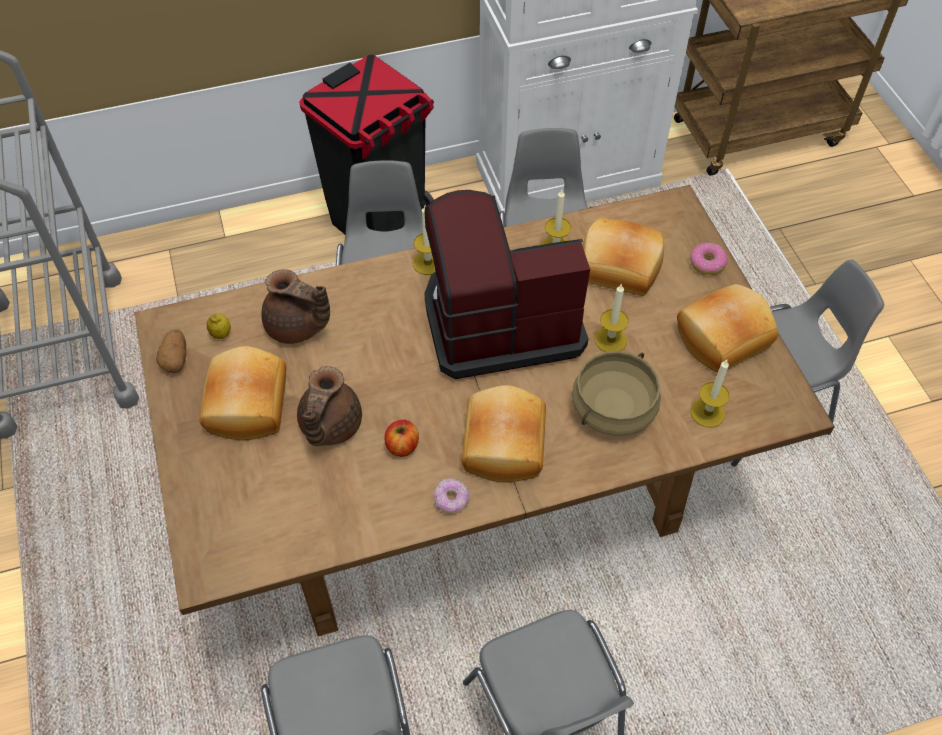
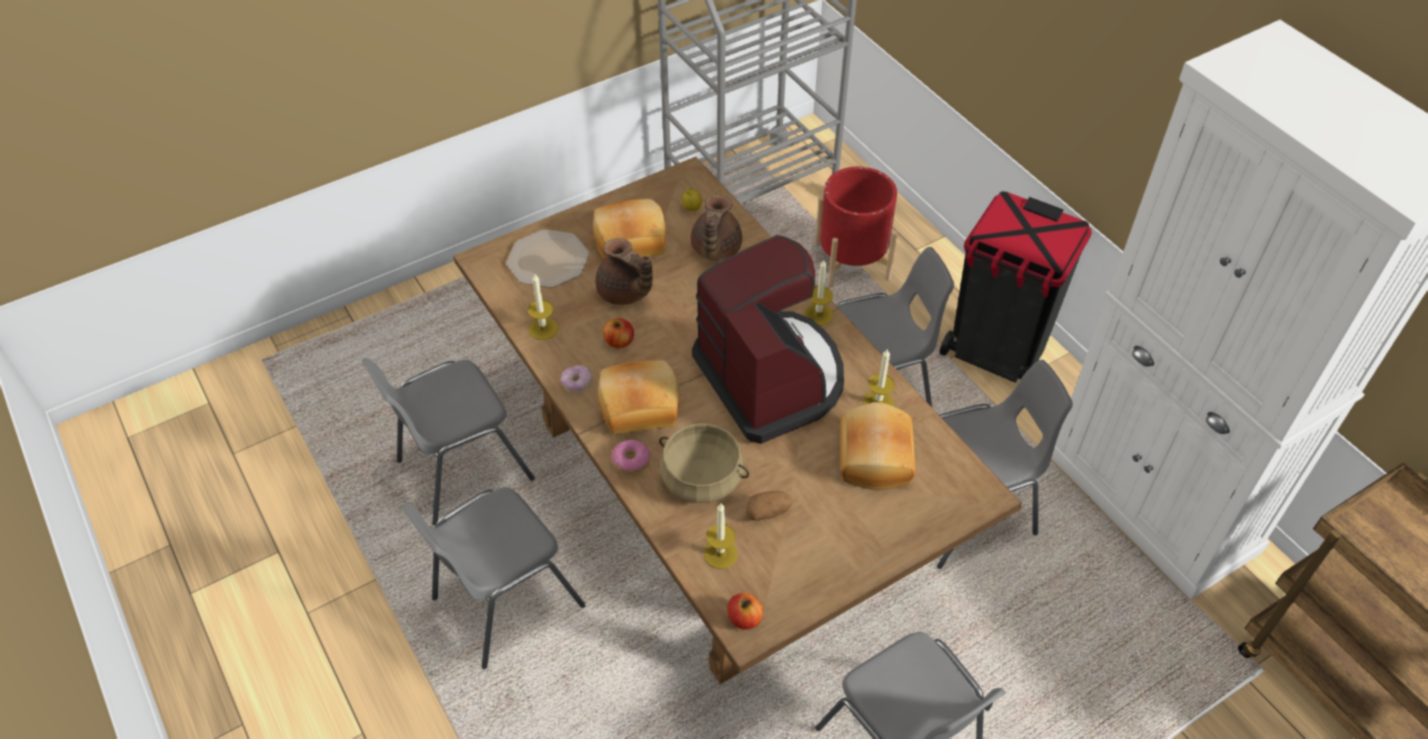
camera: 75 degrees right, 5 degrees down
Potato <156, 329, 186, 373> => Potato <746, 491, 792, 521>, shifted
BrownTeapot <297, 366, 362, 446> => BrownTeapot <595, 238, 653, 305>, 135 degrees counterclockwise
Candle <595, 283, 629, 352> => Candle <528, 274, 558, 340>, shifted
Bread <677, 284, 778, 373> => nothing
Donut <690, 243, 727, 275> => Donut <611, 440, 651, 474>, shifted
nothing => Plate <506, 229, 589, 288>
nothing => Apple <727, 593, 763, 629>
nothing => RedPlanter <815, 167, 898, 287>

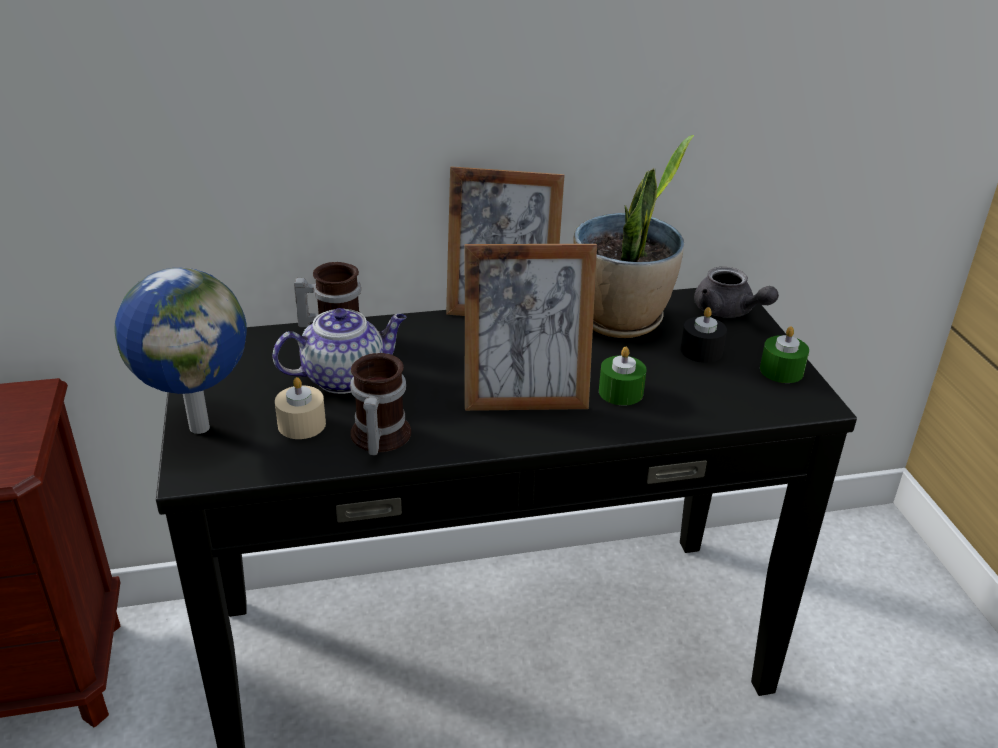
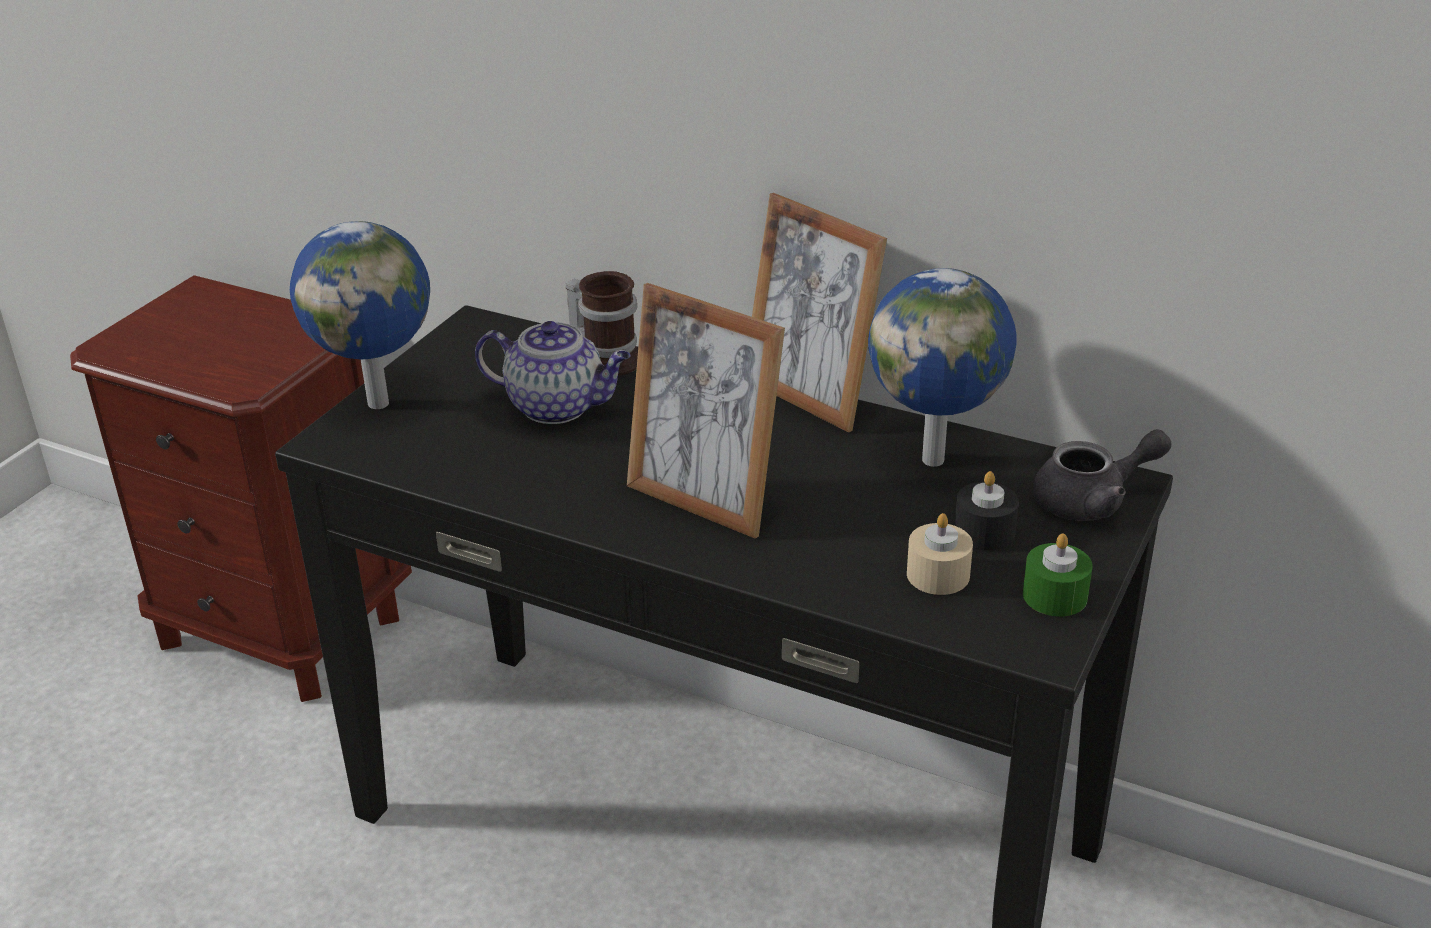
camera: 40 degrees right, 0 degrees up
BeigeCandle <275, 377, 326, 439> => BeigeCandle <907, 513, 973, 595>, shifted
Mug <350, 353, 411, 455> => nothing
PottedPlant <574, 135, 694, 338> => Globe <868, 268, 1017, 467>
GreenCandle <599, 347, 646, 406> => nothing
GreyTeapot <694, 267, 779, 318> => GreyTeapot <1033, 429, 1171, 521>, 105 degrees counterclockwise

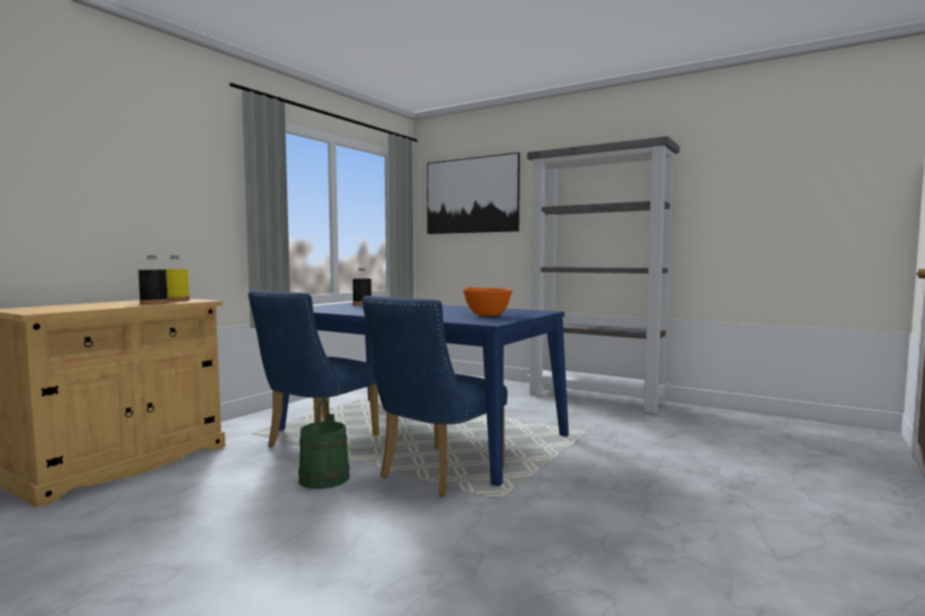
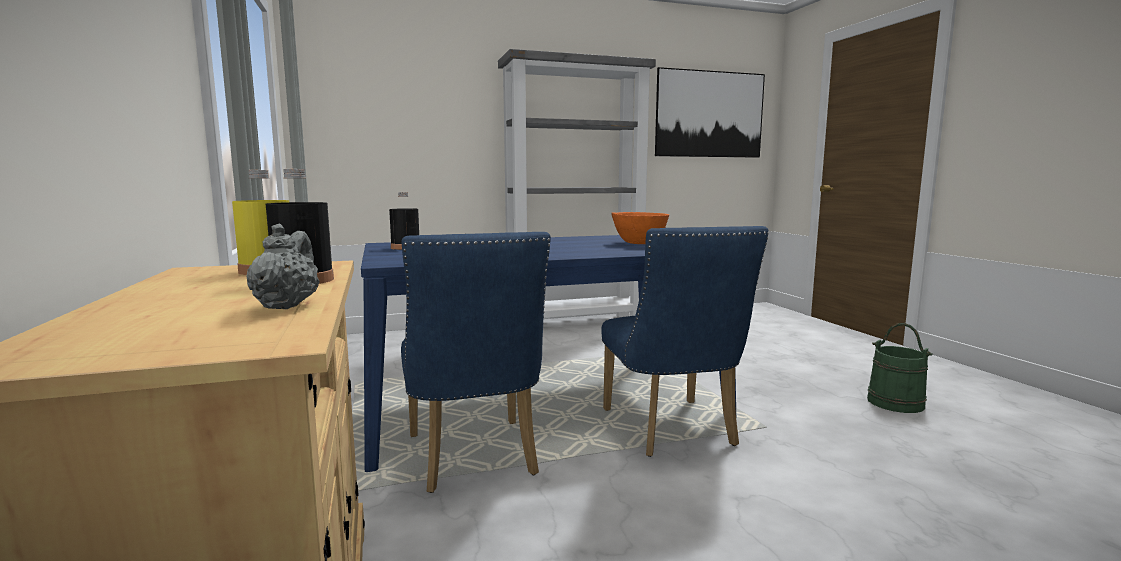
camera: 50 degrees left, 5 degrees up
GreenBucket <298, 399, 350, 489> => GreenBucket <867, 323, 933, 413>, shifted
Picture <427, 152, 520, 234> => Picture <655, 67, 765, 158>, shifted
nothing => GreyTeapot <247, 224, 320, 310>

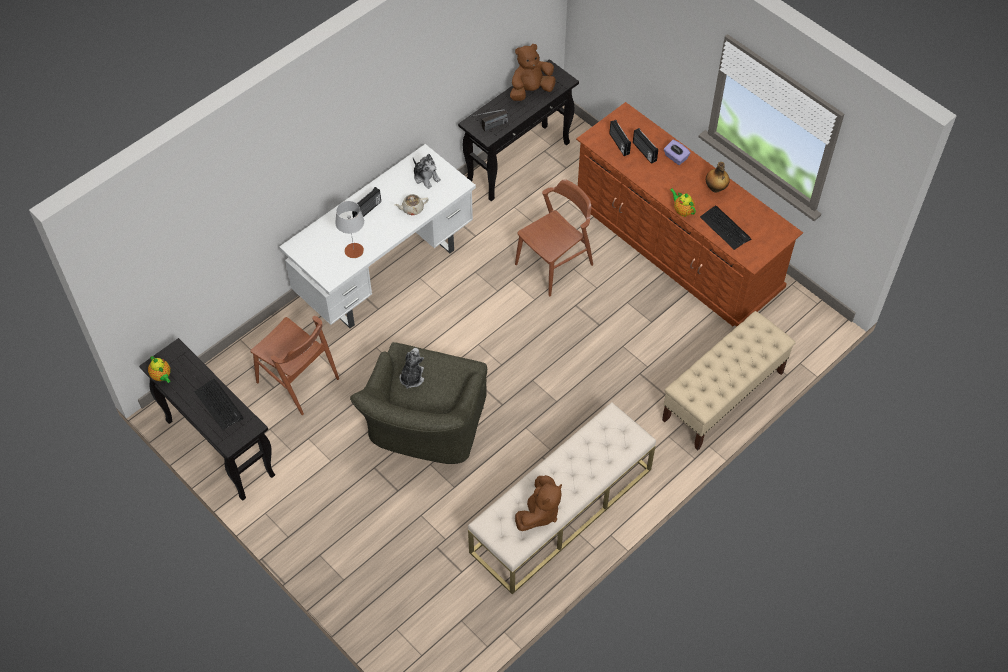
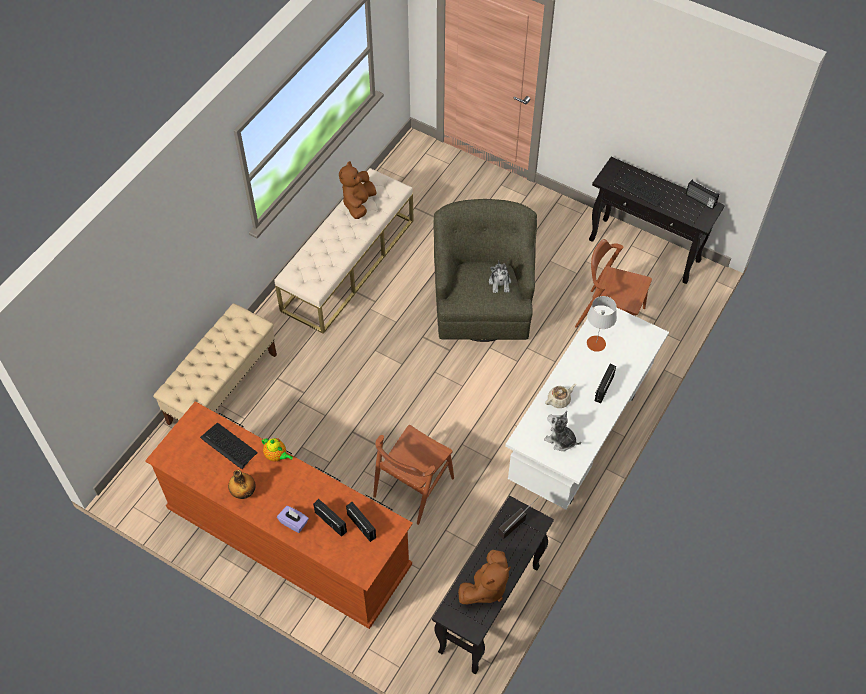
camera: 165 degrees right, 0 degrees up
Teapot <148, 356, 171, 383> => Radio <686, 179, 719, 209>

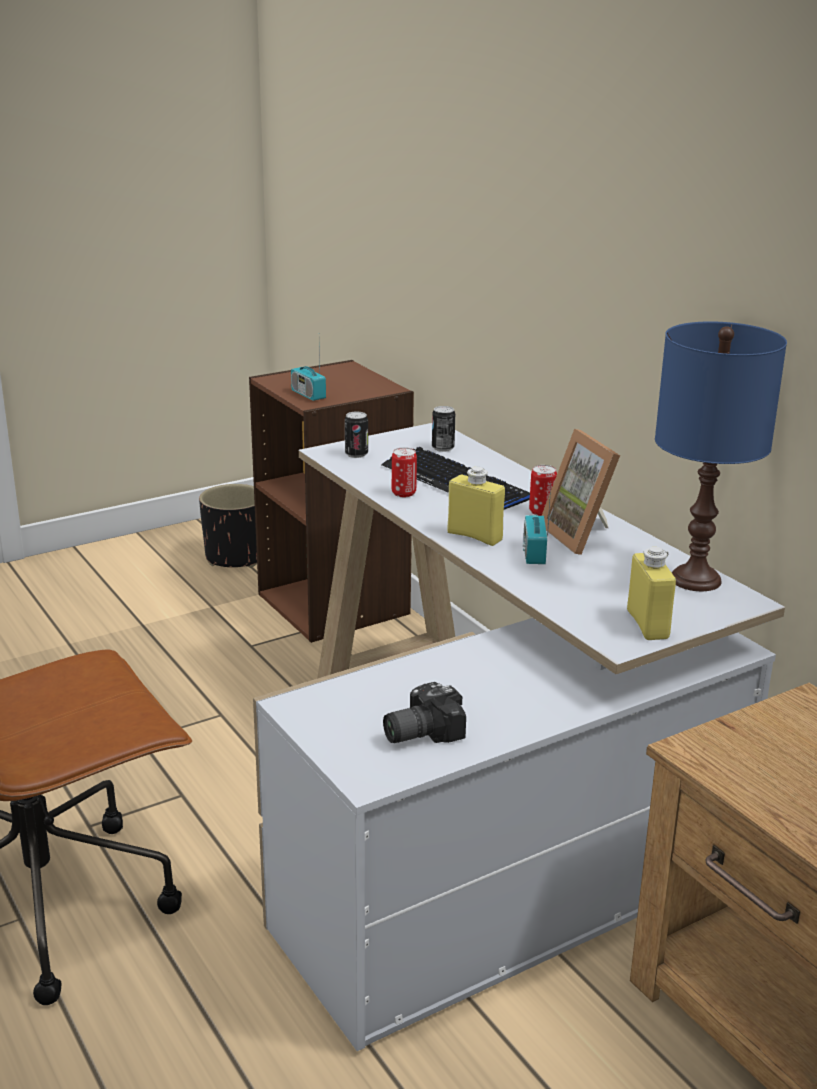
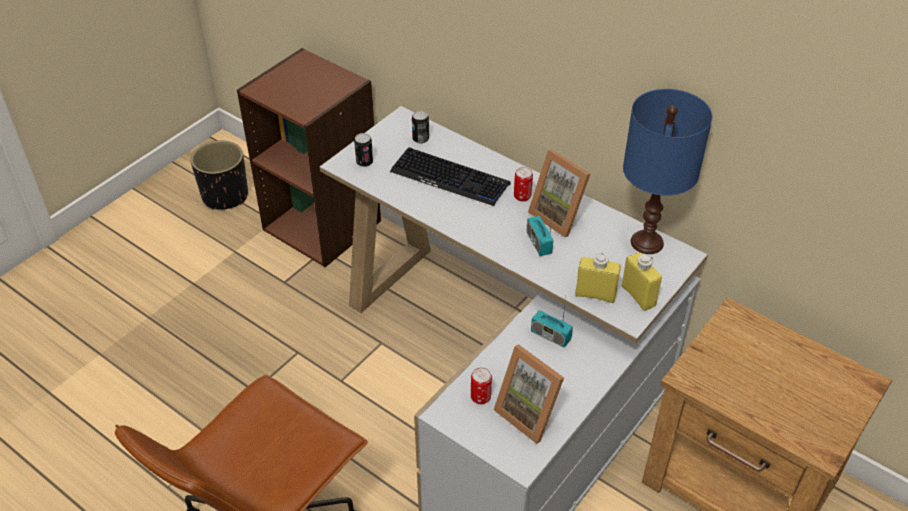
camera: 20 degrees left, 20 degrees up
Radio <291, 350, 326, 401> => Radio <531, 298, 573, 348>, shifted
PhotoCamera <383, 682, 466, 743> => PictureFrame <494, 344, 564, 444>
Can <392, 447, 417, 497> => Can <471, 367, 492, 404>, shifted
YellowBottle <448, 467, 505, 546> => YellowBottle <575, 253, 621, 303>, shifted

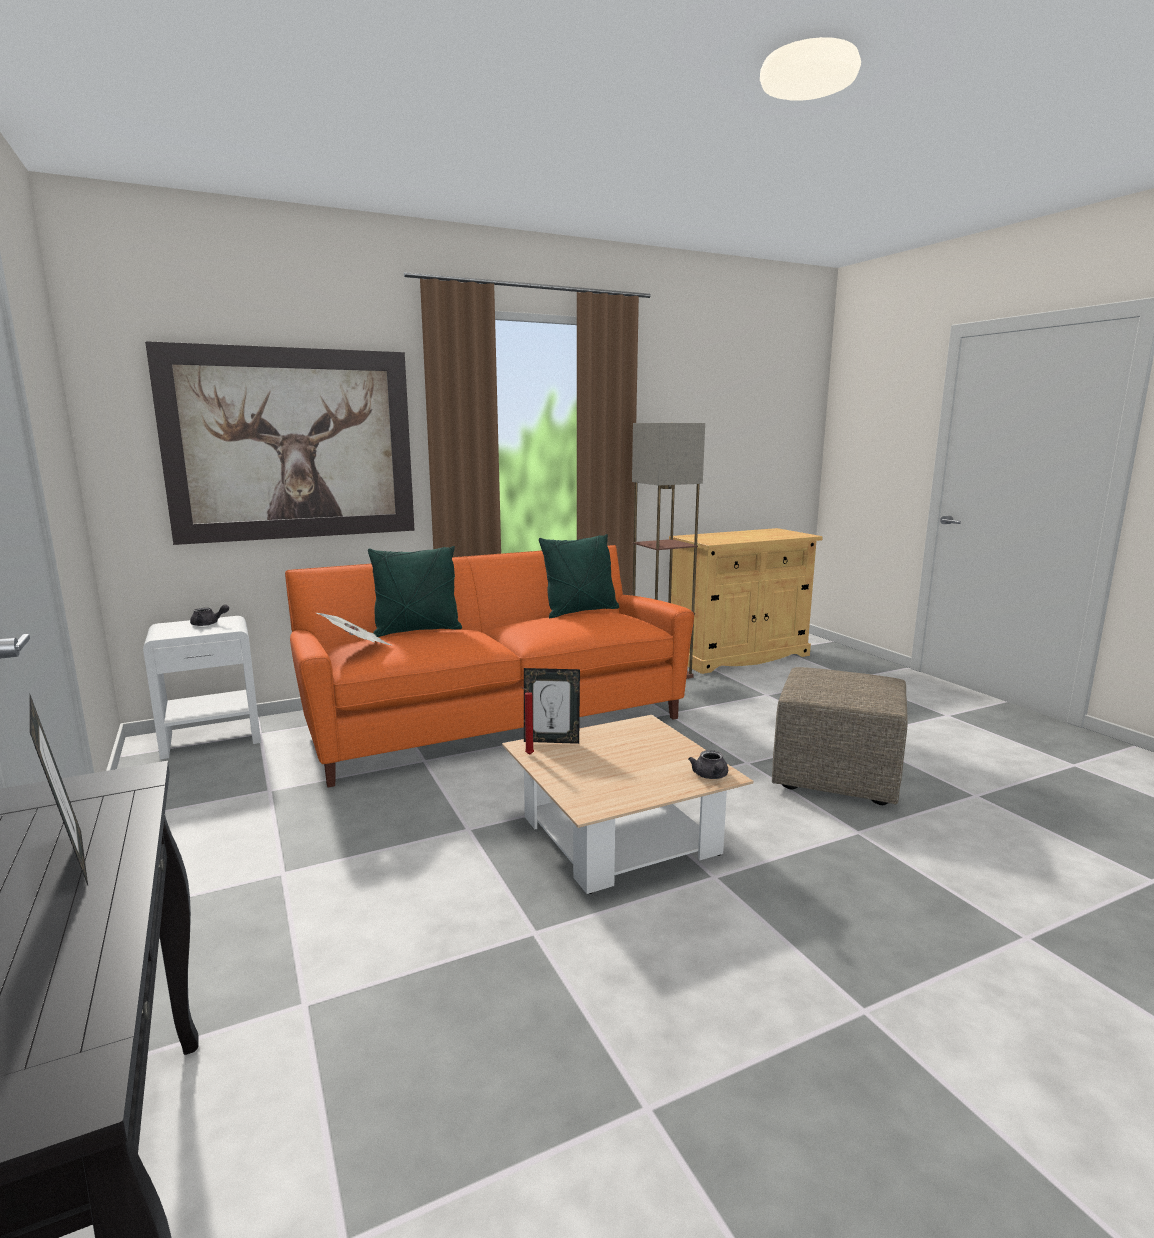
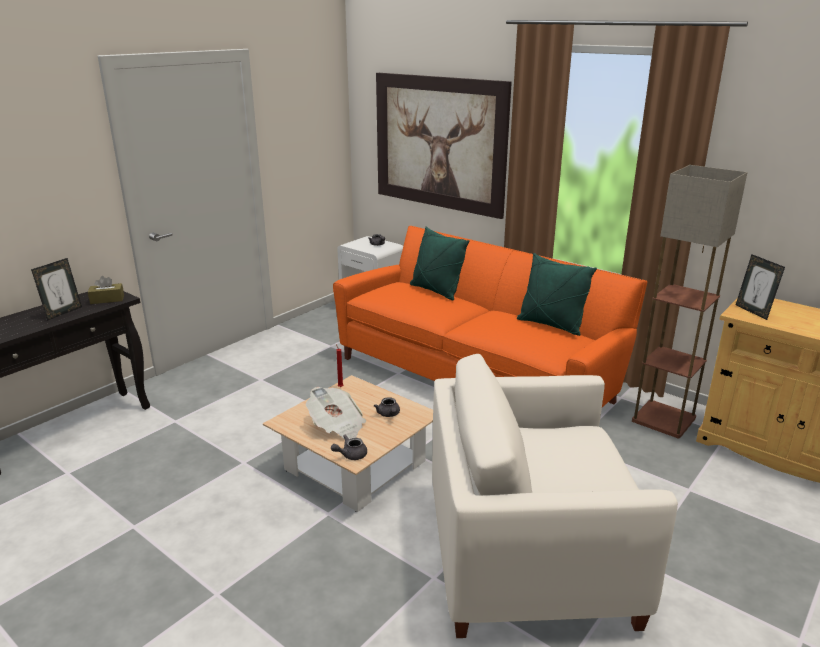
camera: 65 degrees right, 10 degrees up
Newspaper <317, 613, 391, 645> => Newspaper <306, 387, 366, 439>, shifted
PictureFrame <524, 668, 580, 744> => PictureFrame <736, 254, 785, 320>, shifted
BeigeOttoman <772, 667, 908, 805> => WhiteArmchair <432, 354, 678, 638>
nothing => BrownTissueBox <88, 276, 124, 304>
nothing => GreyTeapot <374, 397, 400, 417>

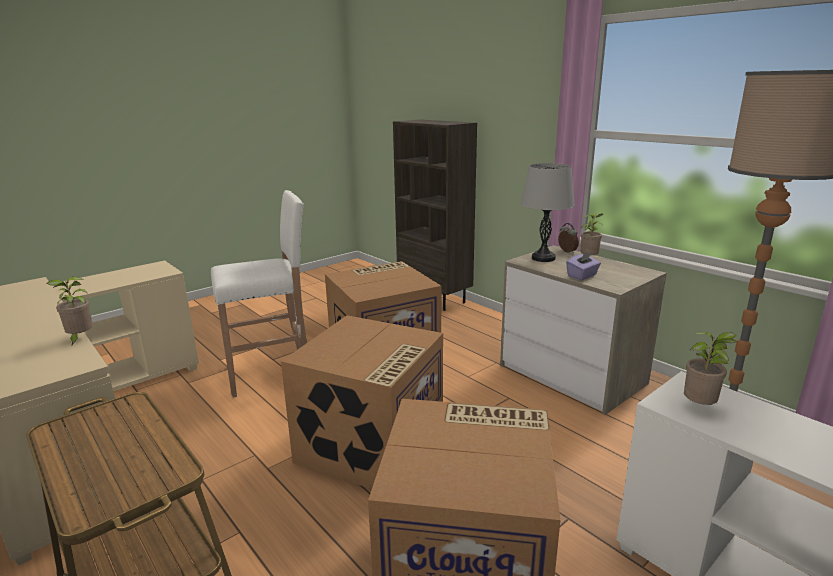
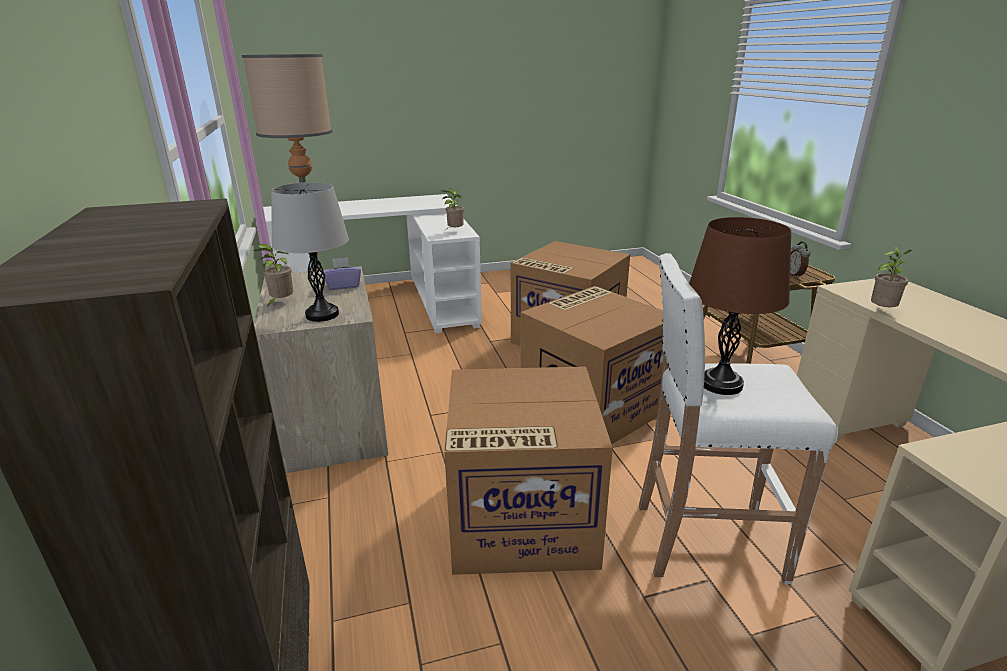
camera: 155 degrees left, 5 degrees up
AlarmClock <558, 223, 579, 253> => AlarmClock <790, 242, 811, 278>, shifted
nothing => BrownTableLamp <689, 217, 791, 395>

